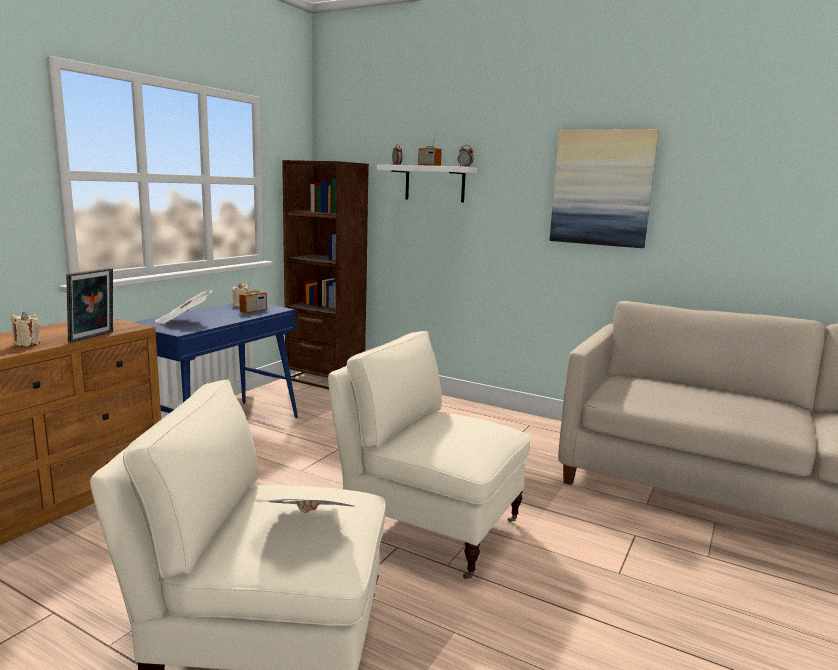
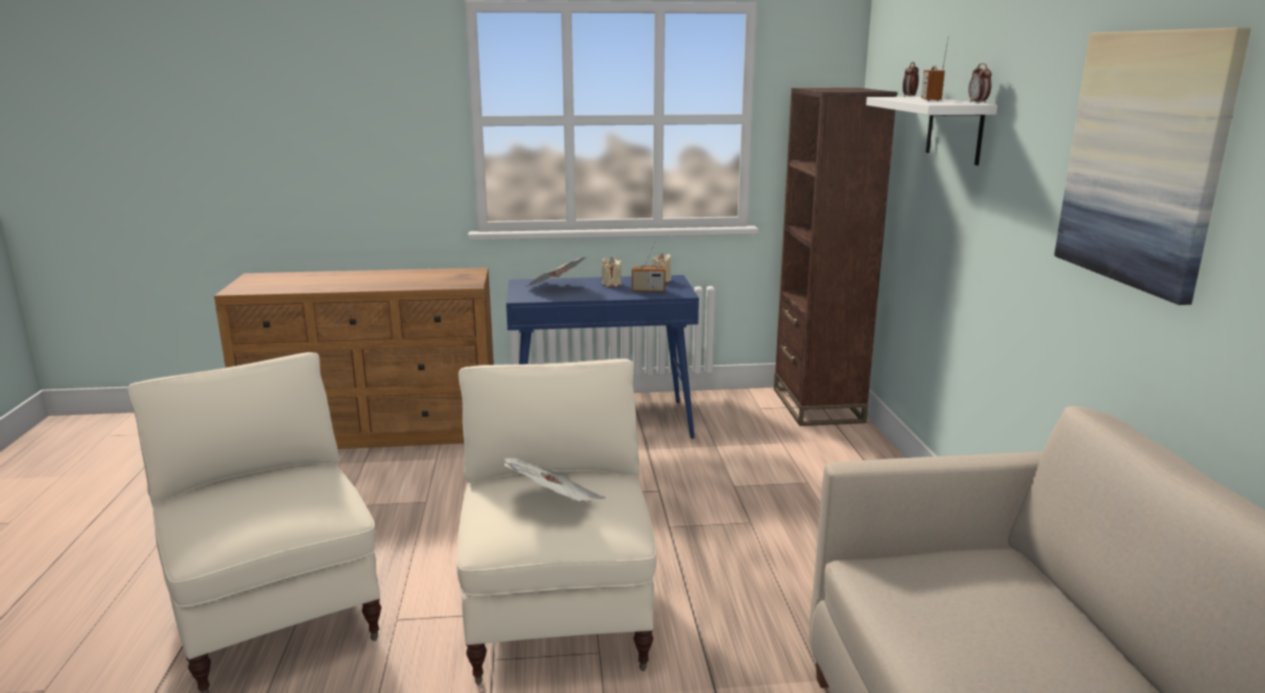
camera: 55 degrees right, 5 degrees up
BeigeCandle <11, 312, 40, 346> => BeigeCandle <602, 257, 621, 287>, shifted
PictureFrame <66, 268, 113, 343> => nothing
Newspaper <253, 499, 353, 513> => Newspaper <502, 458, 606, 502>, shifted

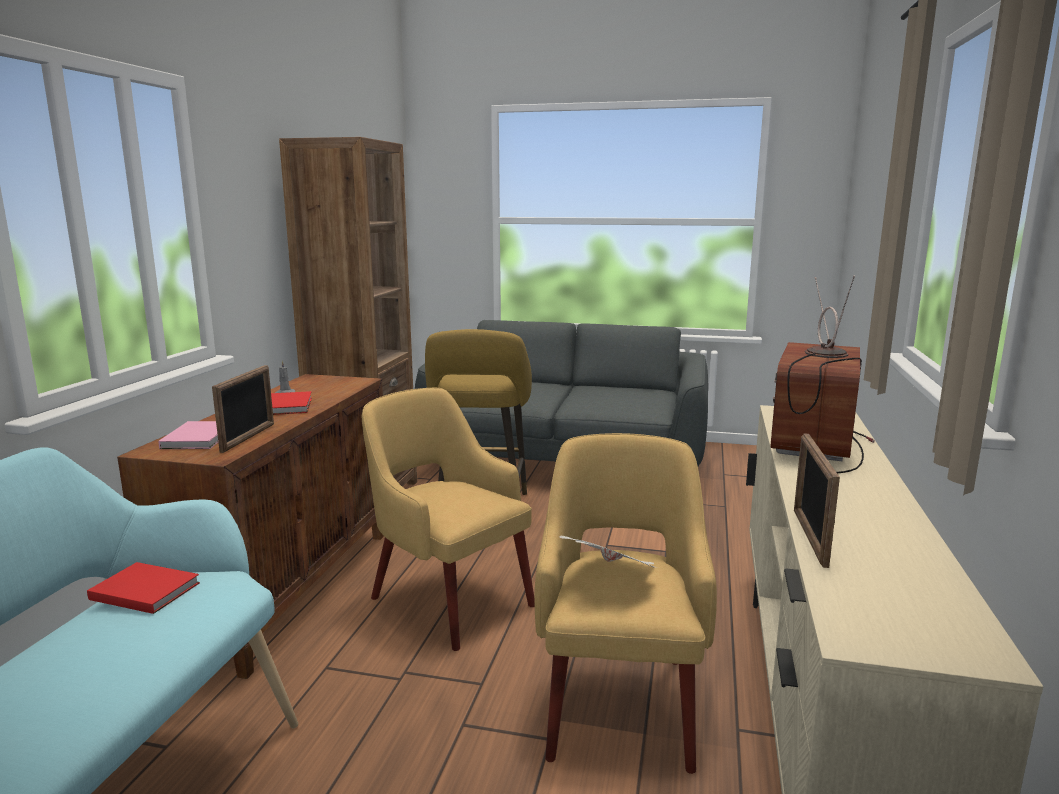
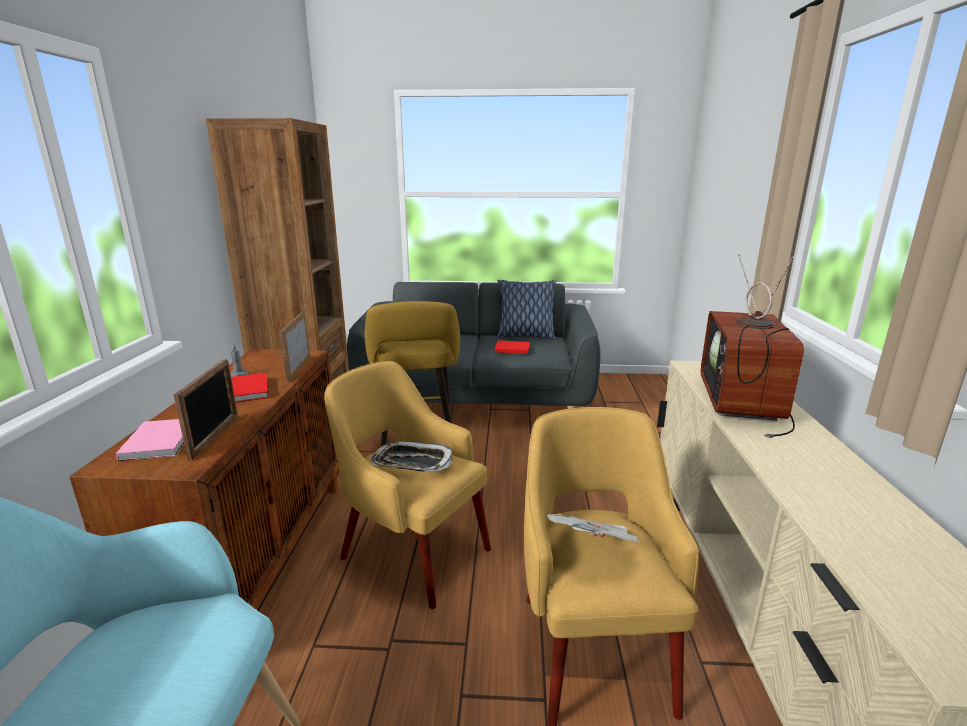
camera: 10 degrees left, 5 degrees up
RedBook <87, 562, 200, 614> => RedBook <495, 340, 530, 354>, shifted
PictureFrame <794, 434, 840, 568> => PictureFrame <279, 312, 310, 382>, shifted
nothing => Tray <371, 441, 452, 472>
nothing => Pillow <497, 280, 556, 339>

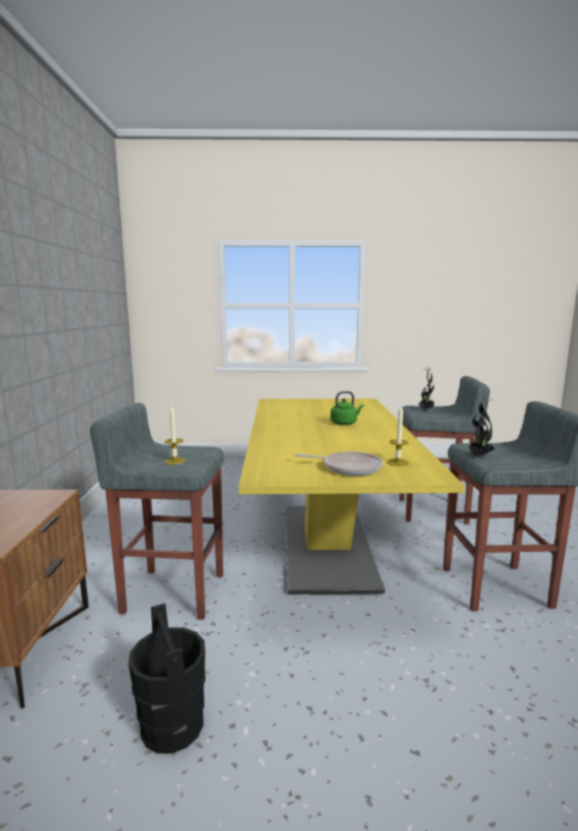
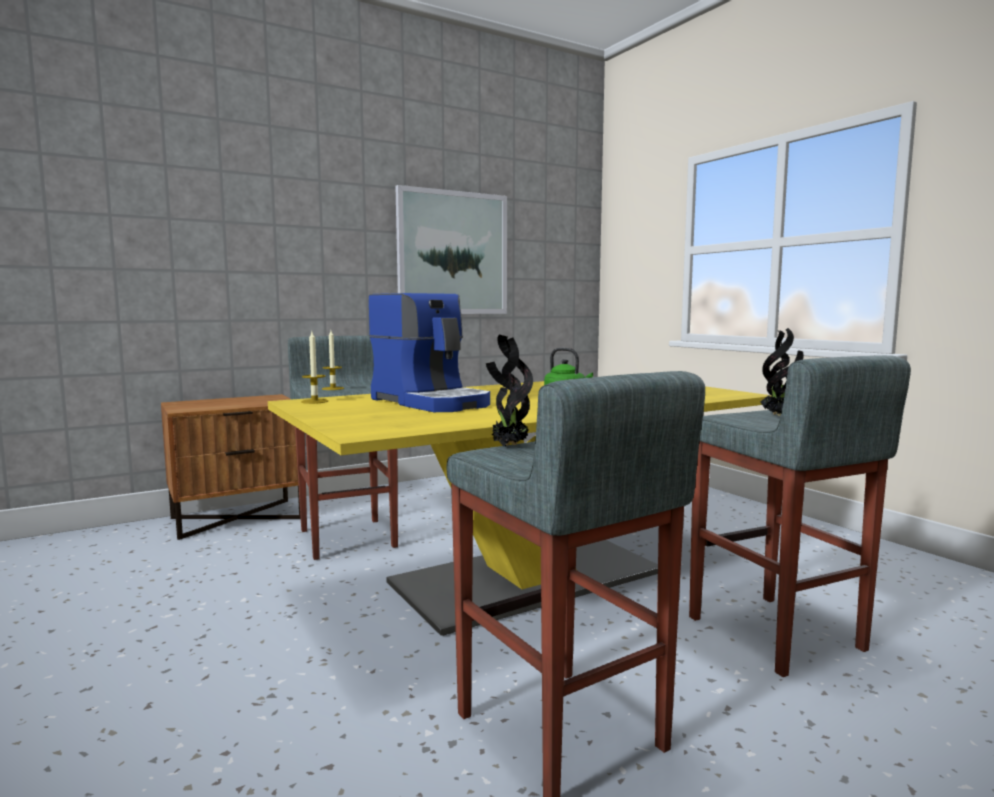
camera: 60 degrees right, 5 degrees down
BlackBucket <128, 603, 205, 754> => nothing
FryingPan <295, 451, 383, 476> => nothing
Candle <387, 406, 409, 466> => Candle <301, 332, 328, 404>, shifted
nothing => CoffeeMachine <368, 293, 490, 412>
nothing => Picture <395, 185, 507, 314>

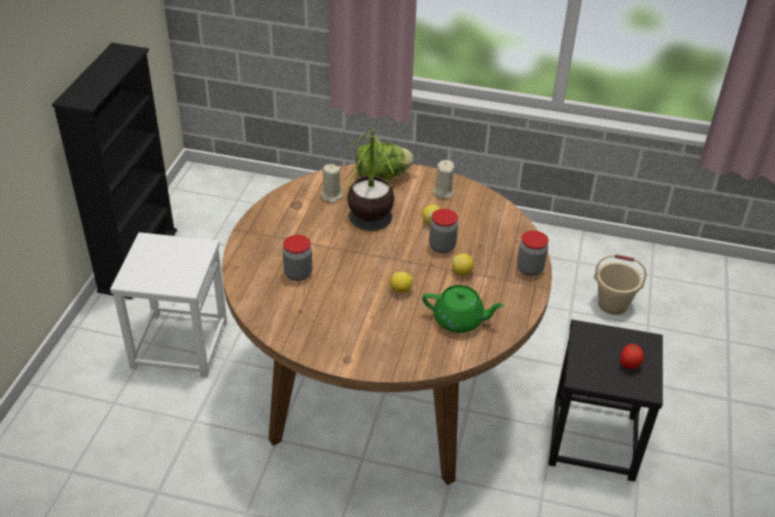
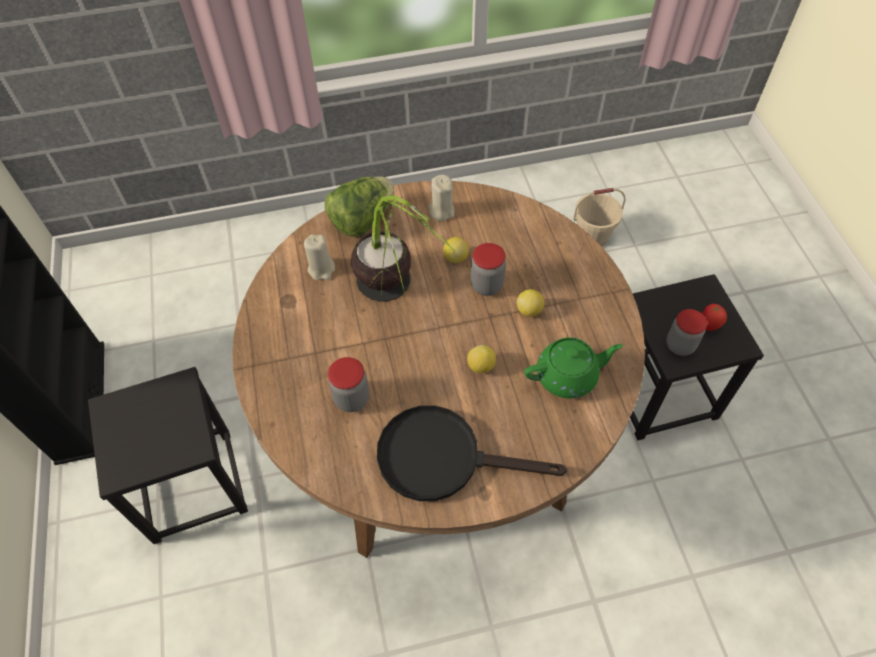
camera: 25 degrees left, 15 degrees up
WhiteStool <110, 232, 227, 378> => BlackStool <88, 367, 248, 544>
Jar <517, 231, 549, 276> => Jar <666, 309, 707, 356>, shifted
nothing => BlackFryingPan <377, 405, 567, 501>

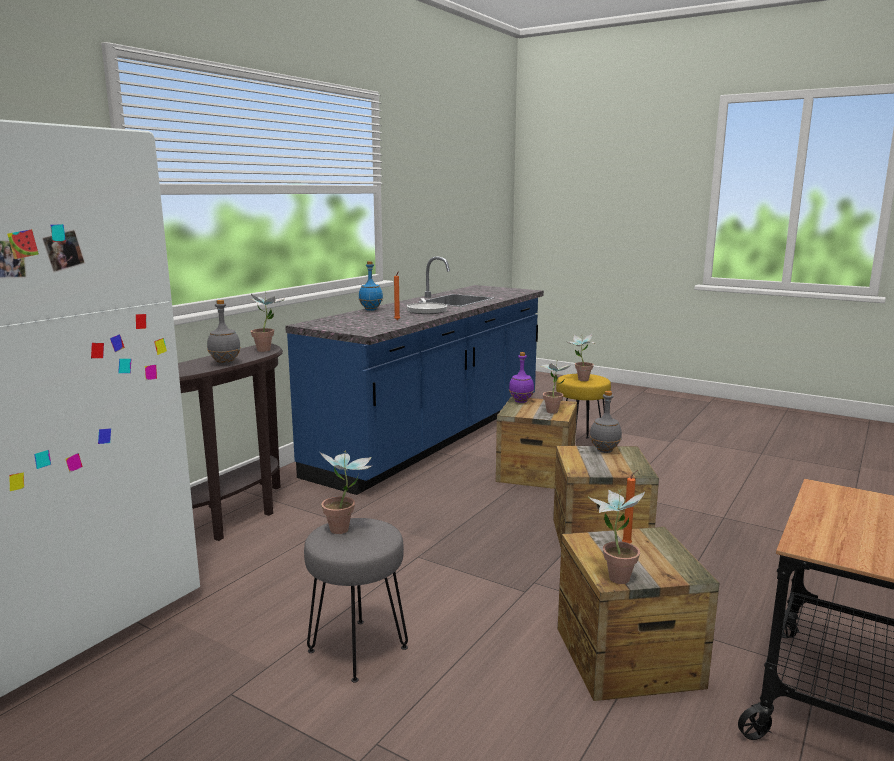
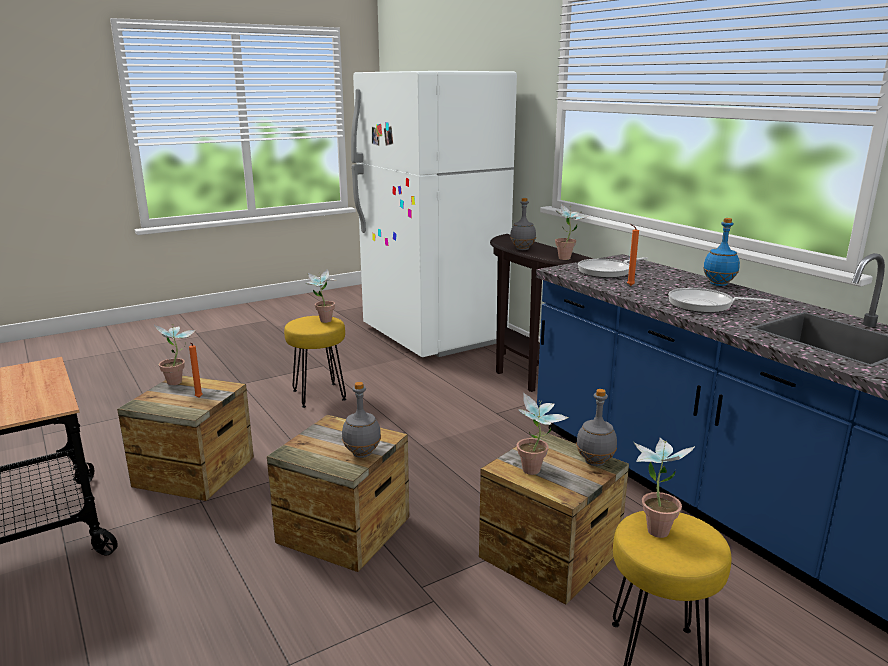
camera: 115 degrees right, 5 degrees up
GreyStool <304, 518, 408, 683> => YellowStool <284, 316, 346, 408>
PurpleBottle <509, 352, 534, 403> => GreyBottle <576, 389, 617, 466>
nothing => FryingPan <578, 257, 648, 278>

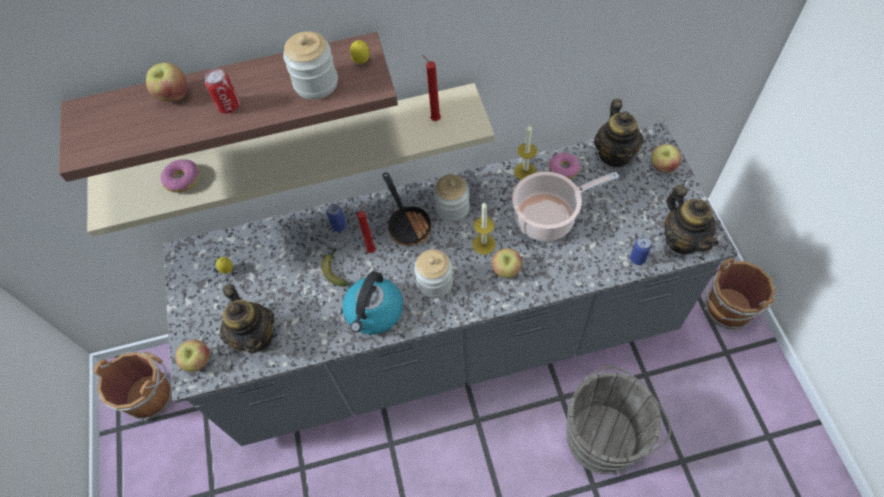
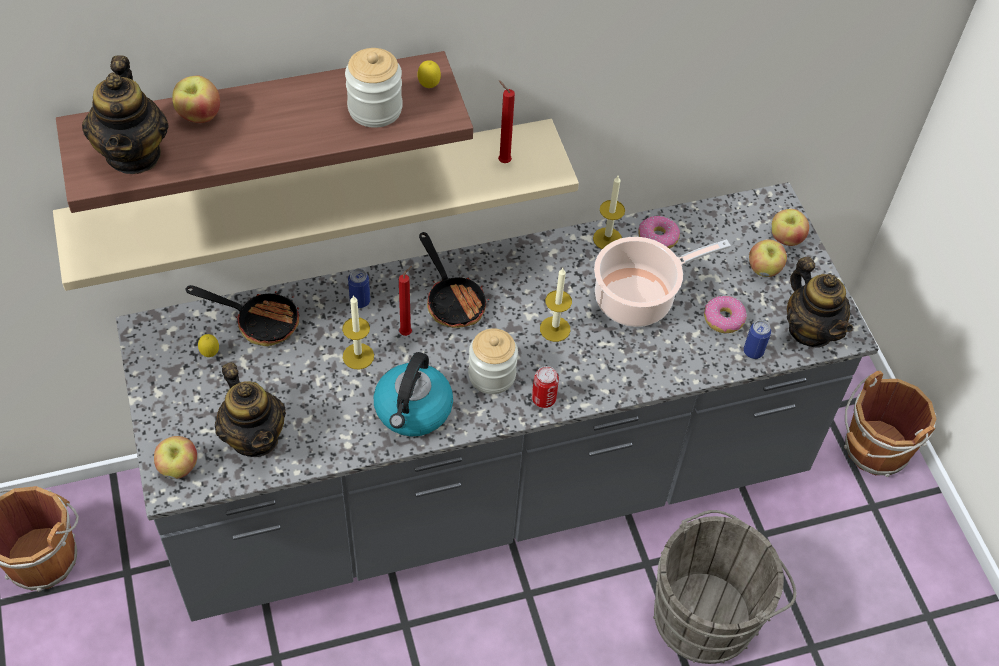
camera: 10 degrees left, 5 degrees down
Donut <161, 159, 199, 193> => Donut <704, 296, 747, 333>, shifted
Can <205, 69, 240, 114> => Can <532, 366, 559, 408>, shifted
Banana <321, 248, 349, 287> => Candle <342, 295, 374, 370>
Jar <434, 174, 470, 222> => nothing
Apple <492, 248, 522, 279> => Apple <749, 239, 787, 277>, shifted
Teapot <594, 99, 644, 168> => Teapot <82, 55, 169, 174>, shifted
nothing => FryingPan <185, 285, 299, 346>

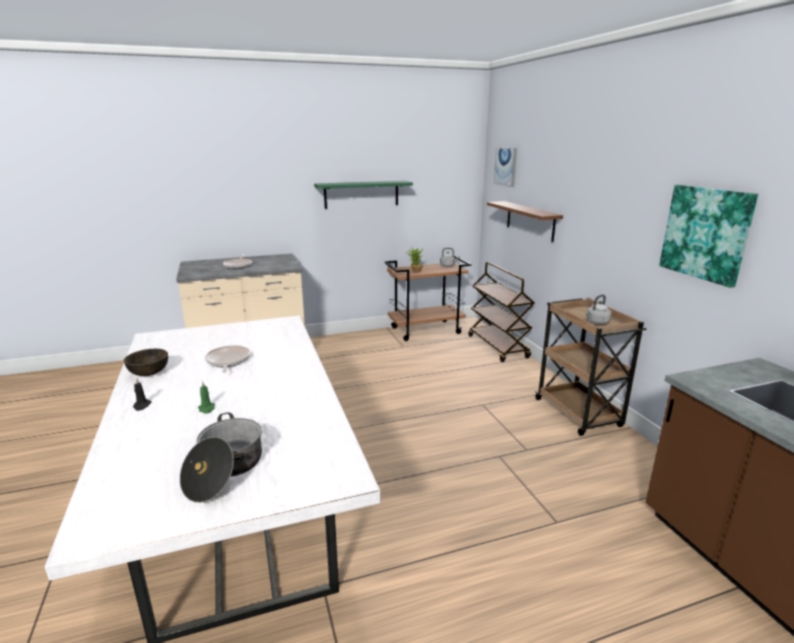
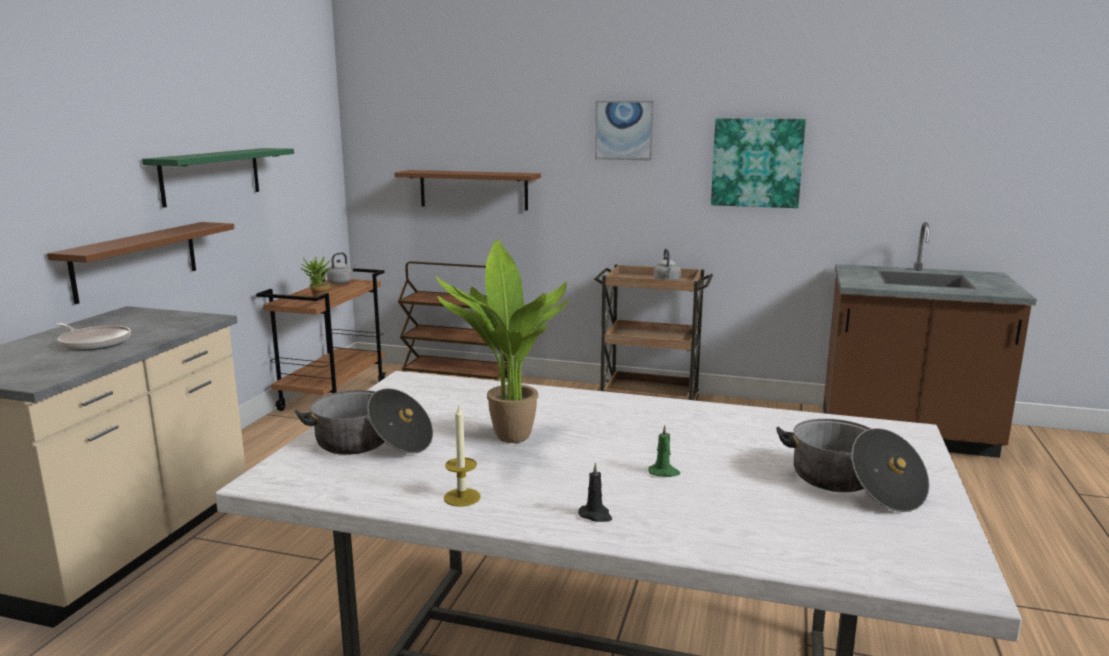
camera: 55 degrees left, 5 degrees down
BrownBowl <124, 349, 168, 376> => Candle <444, 406, 481, 507>
FryingPan <205, 345, 250, 373> => PottedPlant <436, 240, 569, 443>
Picture <494, 147, 517, 187> => Picture <595, 101, 654, 160>, shifted
nothing => BrownShelf <47, 222, 234, 304>
nothing => CookingPot <295, 388, 433, 455>

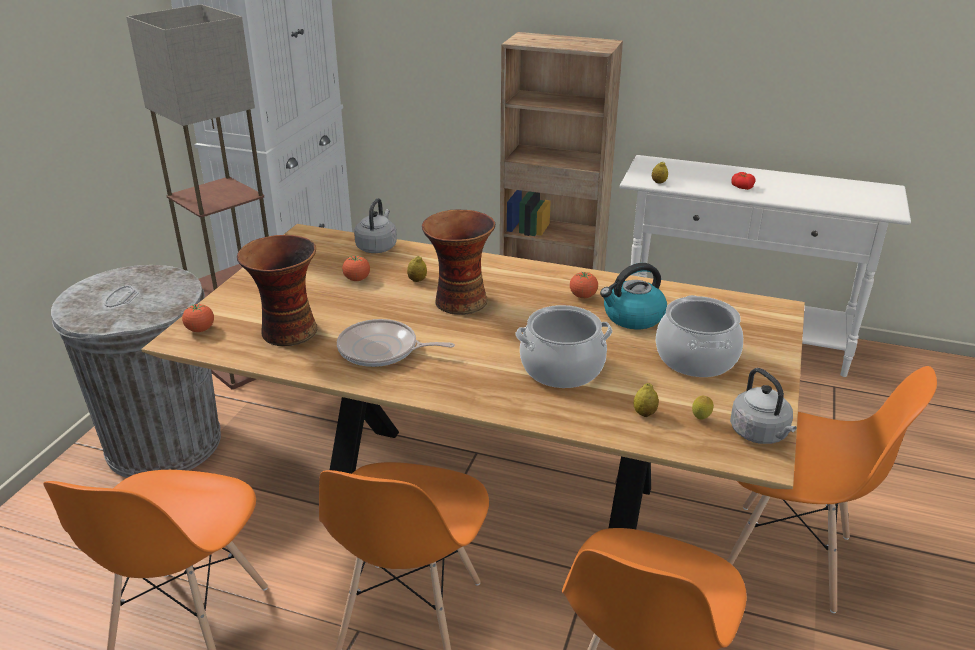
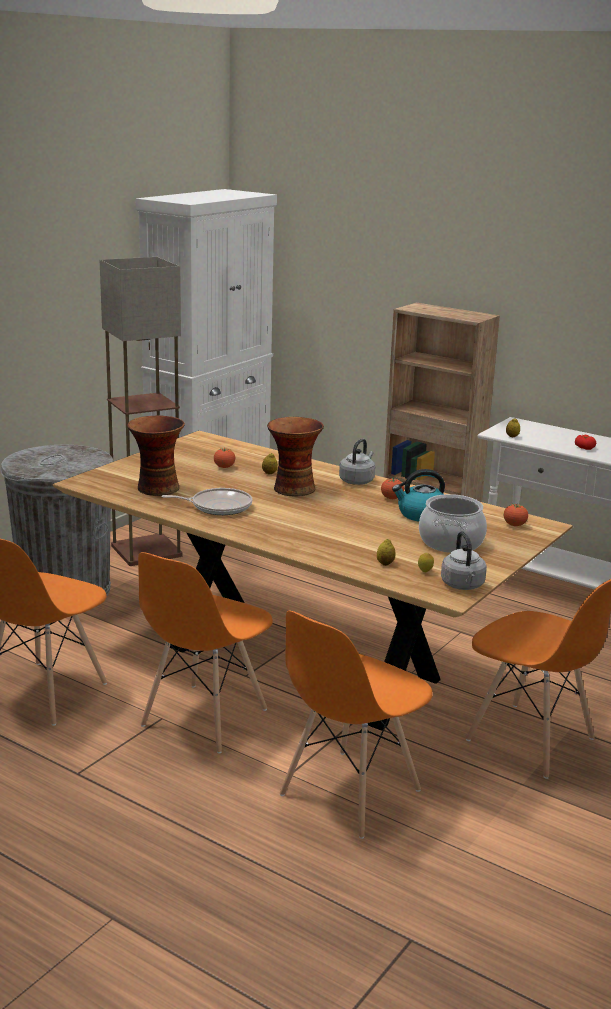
camera: 15 degrees right, 10 degrees down
Tomato <182, 304, 214, 332> => Tomato <504, 504, 528, 526>, shifted
FryingPan <337, 319, 455, 367> => FryingPan <161, 488, 253, 515>, 150 degrees clockwise
GreyKettle <354, 198, 397, 253> => GreyKettle <339, 439, 375, 485>, shifted
CookingPot <515, 305, 612, 388> => nothing

